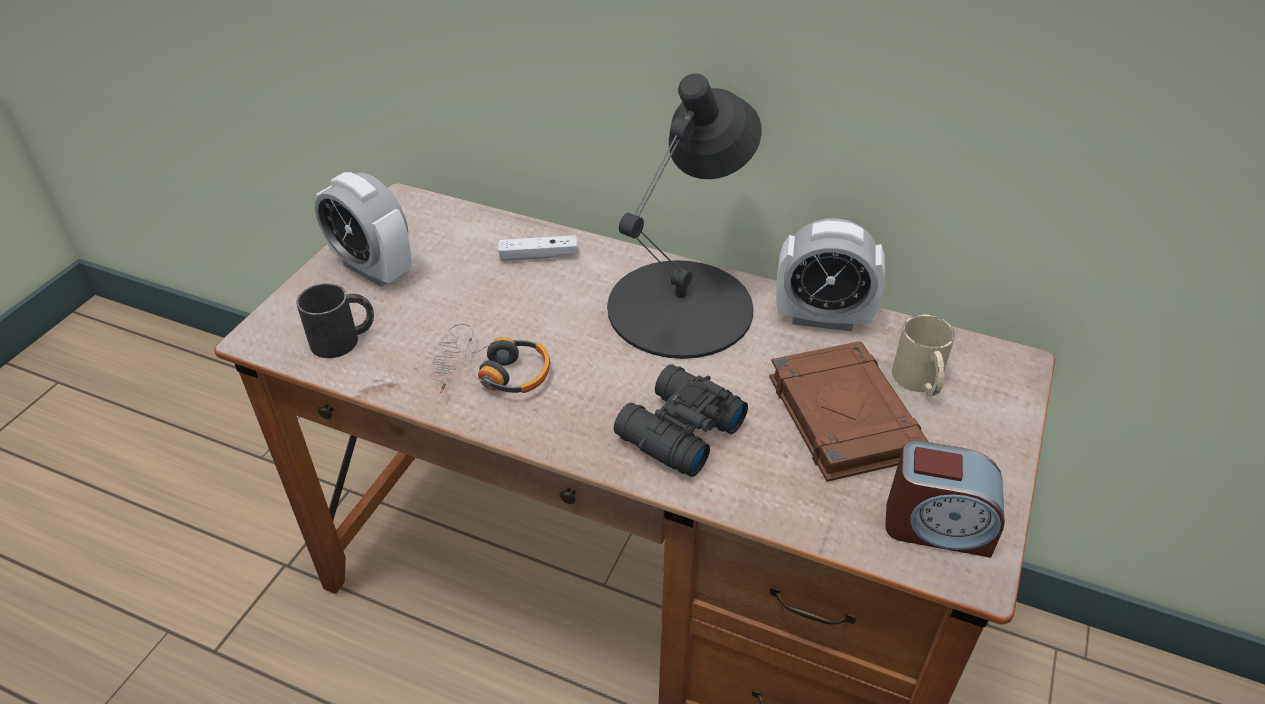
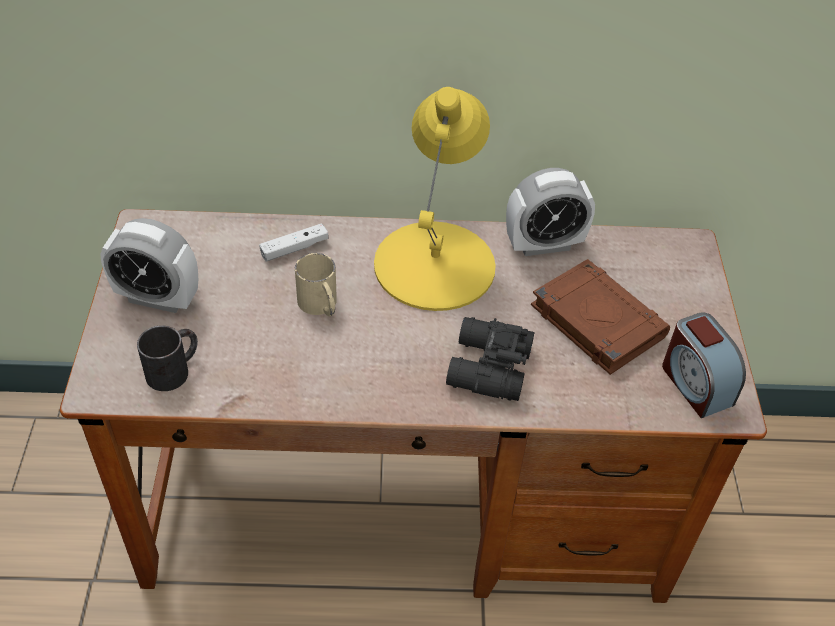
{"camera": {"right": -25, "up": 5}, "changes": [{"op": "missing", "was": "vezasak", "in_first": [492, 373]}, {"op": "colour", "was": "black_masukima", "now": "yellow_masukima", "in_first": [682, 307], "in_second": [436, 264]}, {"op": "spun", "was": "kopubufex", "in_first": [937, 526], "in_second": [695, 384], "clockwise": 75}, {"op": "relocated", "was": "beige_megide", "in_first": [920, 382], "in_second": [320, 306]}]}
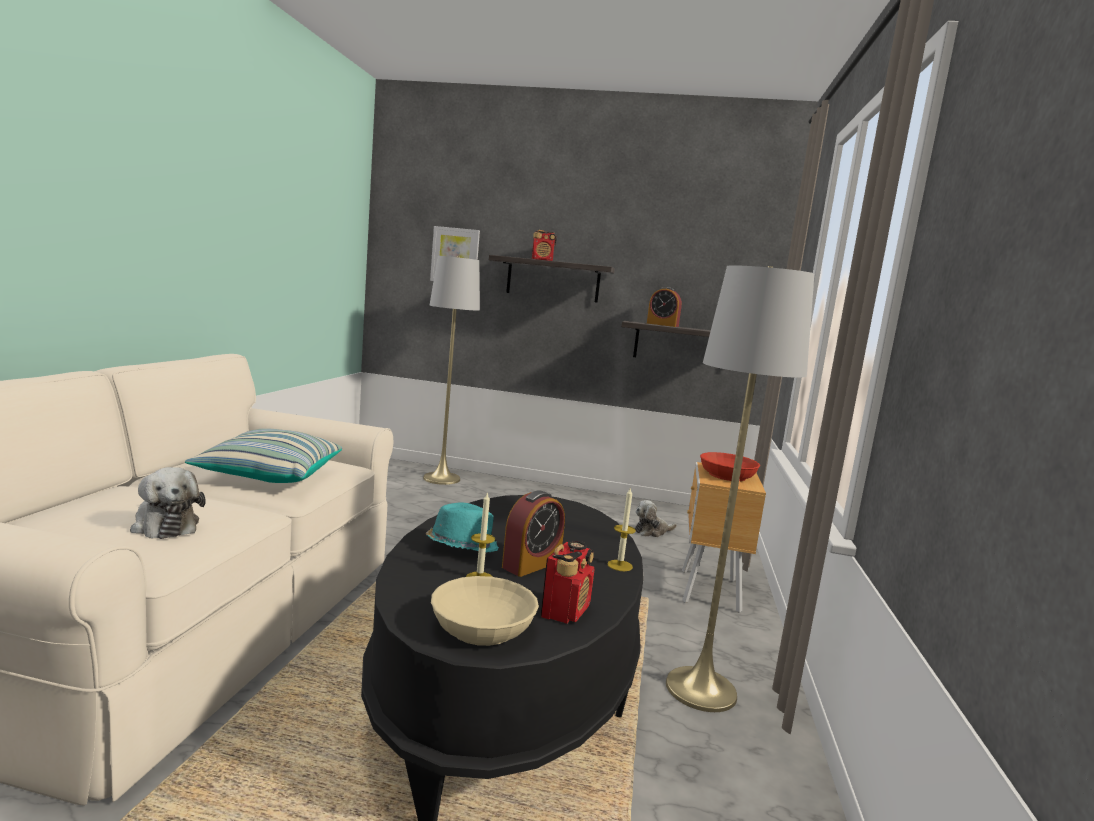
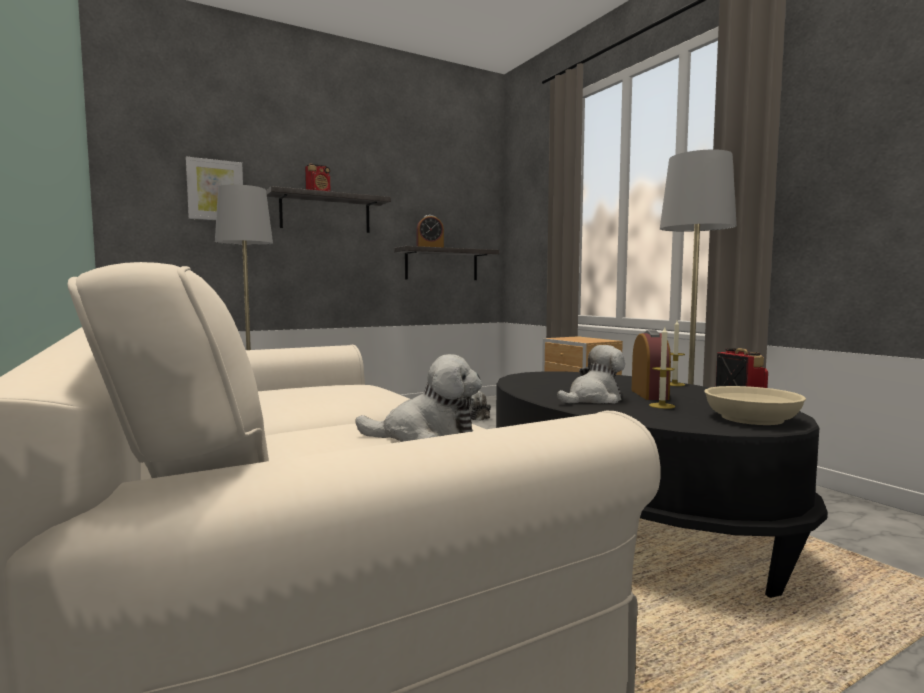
{"camera": {"right": -40, "up": -5}, "changes": [{"op": "missing", "was": "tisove", "in_first": [269, 476]}, {"op": "exchanged", "was": "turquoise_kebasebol", "now": "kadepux", "in_first": [461, 547], "in_second": [593, 399]}, {"op": "missing", "was": "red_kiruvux", "in_first": [727, 475]}]}
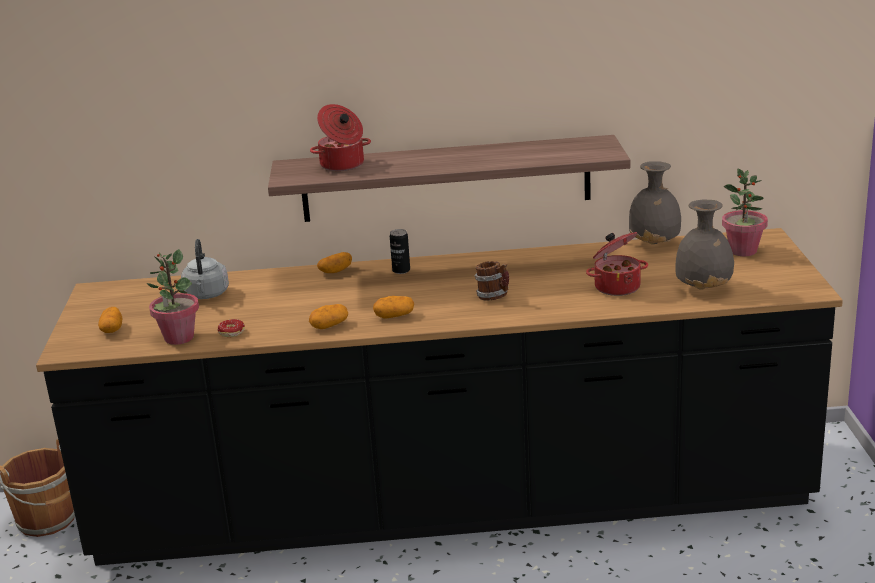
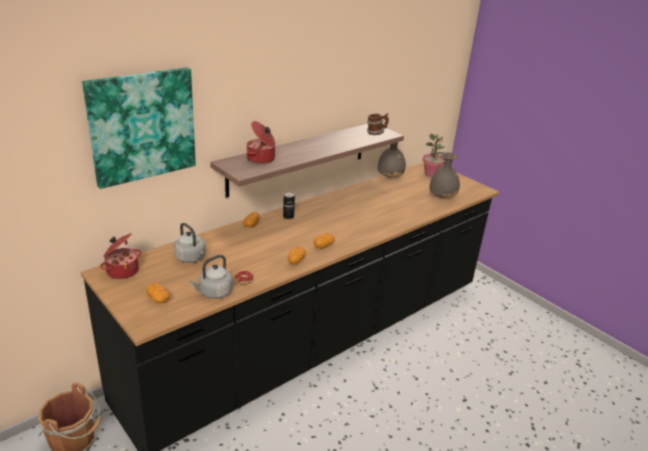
{"camera": {"right": -40, "up": 5}, "changes": [{"op": "exchanged", "was": "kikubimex", "now": "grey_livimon", "in_first": [178, 338], "in_second": [214, 293]}, {"op": "relocated", "was": "megide", "in_first": [494, 297], "in_second": [376, 133]}, {"op": "relocated", "was": "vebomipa", "in_first": [616, 286], "in_second": [122, 270]}, {"op": "appeared", "now": "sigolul", "in_second": [142, 126]}]}
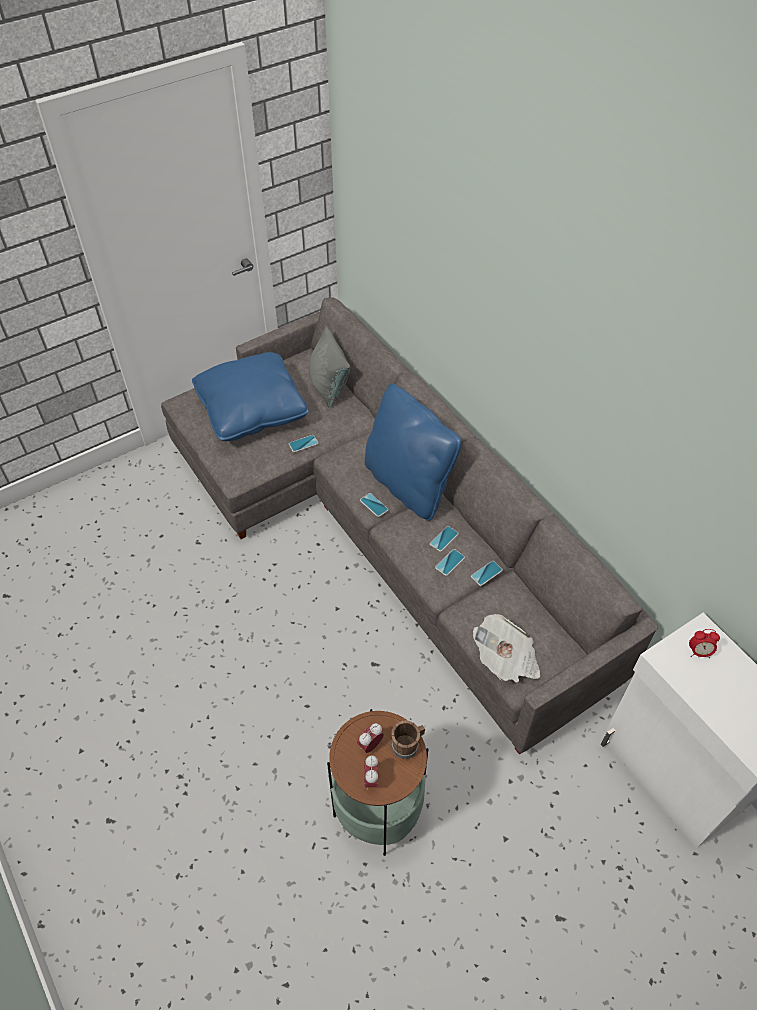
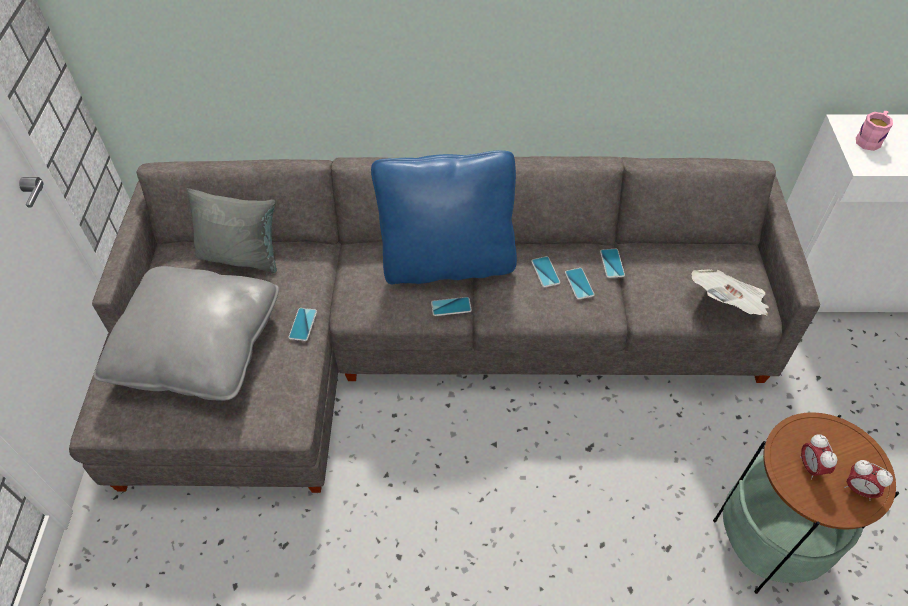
{"camera": {"right": -55, "up": 0}, "changes": [{"op": "colour", "was": "blue_tisove", "now": "grey_tisove", "in_first": [251, 409], "in_second": [198, 348]}, {"op": "missing", "was": "brown_megide", "in_first": [408, 744]}, {"op": "exchanged", "was": "kopubufex", "now": "pink_megide", "in_first": [699, 652], "in_second": [870, 139]}]}
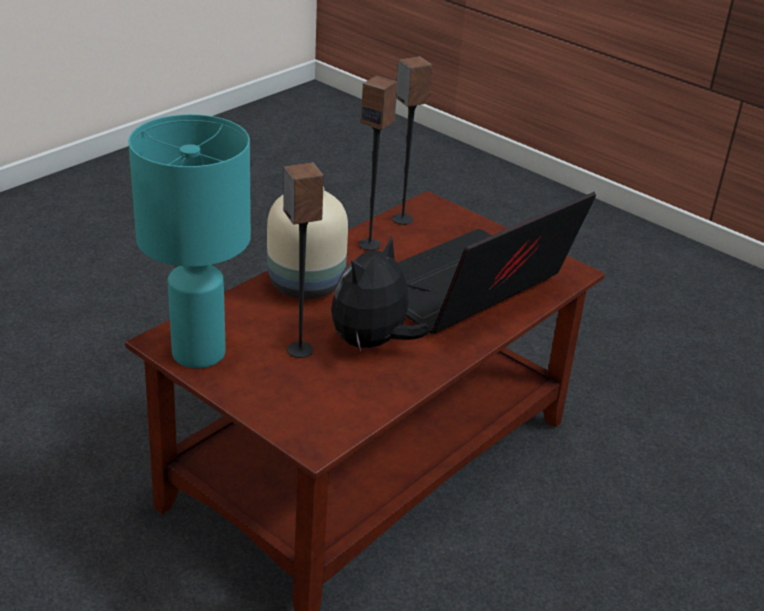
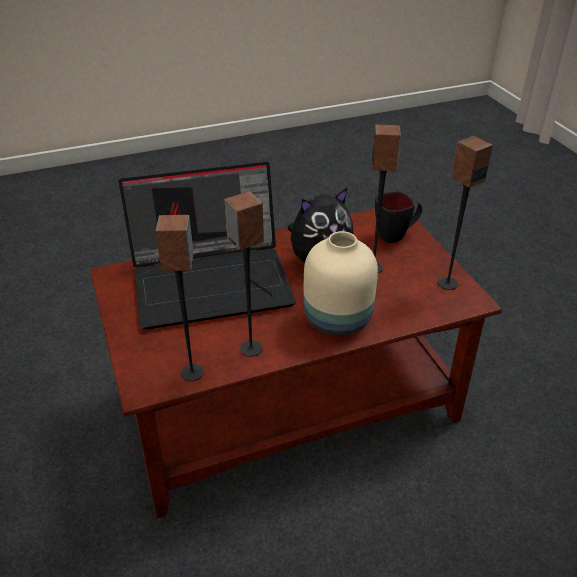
{"camera": {"right": -150, "up": 5}, "changes": [{"op": "exchanged", "was": "turquoise_masukima", "now": "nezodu", "in_first": [199, 353], "in_second": [447, 283]}, {"op": "appeared", "now": "black_megide", "in_second": [396, 235]}]}
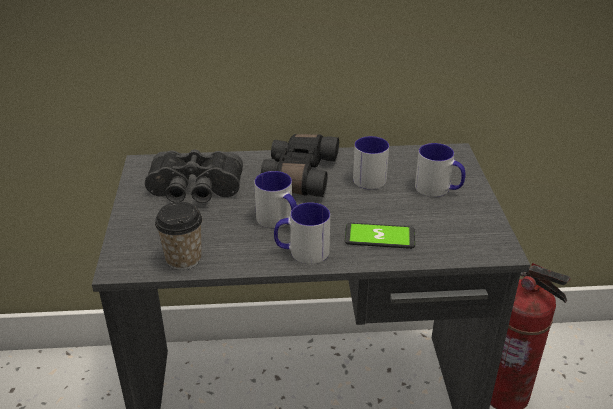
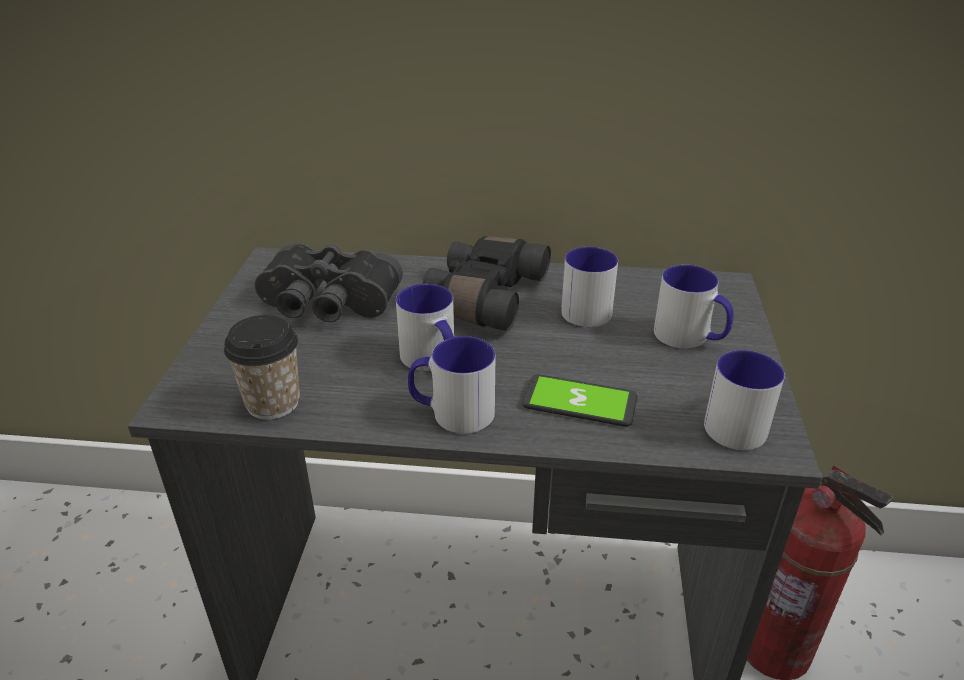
{"camera": {"right": 10, "up": 0}, "changes": [{"op": "appeared", "now": "megide", "in_second": [740, 422]}]}
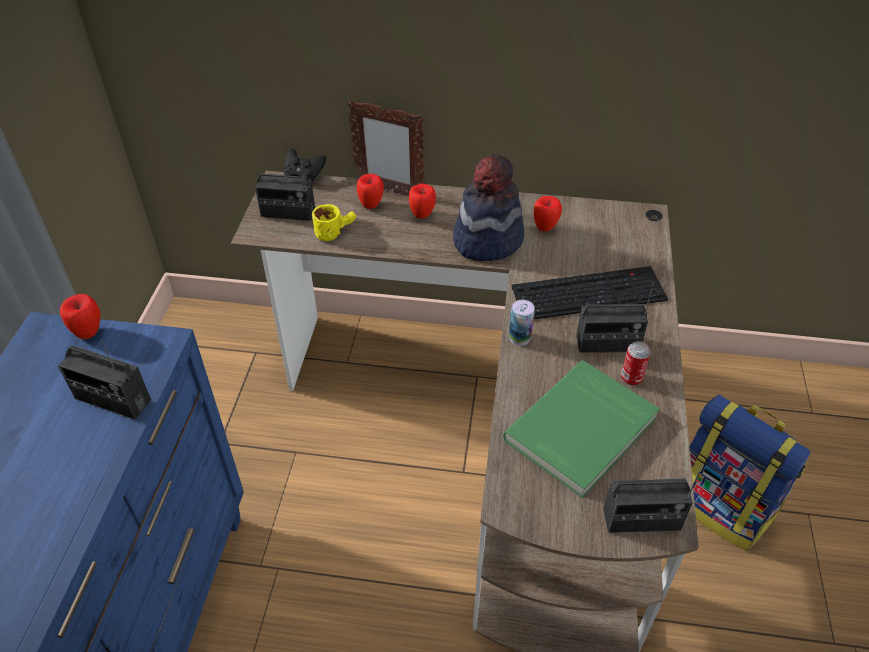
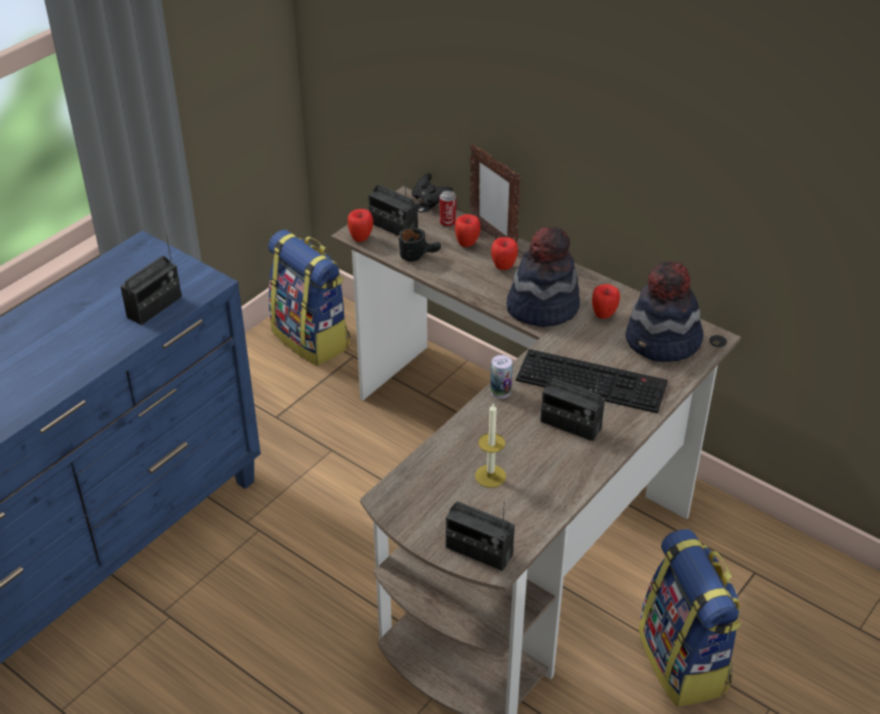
{"camera": {"right": 30, "up": -5}, "changes": [{"op": "spun", "was": "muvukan", "in_first": [112, 399], "in_second": [154, 307], "clockwise": -105}, {"op": "relocated", "was": "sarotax", "in_first": [89, 333], "in_second": [361, 239]}, {"op": "colour", "was": "yellow_megide", "now": "black_megide", "in_first": [335, 231], "in_second": [419, 255]}, {"op": "exchanged", "was": "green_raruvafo", "now": "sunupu", "in_first": [583, 430], "in_second": [490, 476]}, {"op": "relocated", "was": "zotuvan", "in_first": [631, 378], "in_second": [447, 223]}, {"op": "appeared", "now": "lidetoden", "in_second": [312, 339]}, {"op": "appeared", "now": "kebasebol", "in_second": [662, 342]}]}
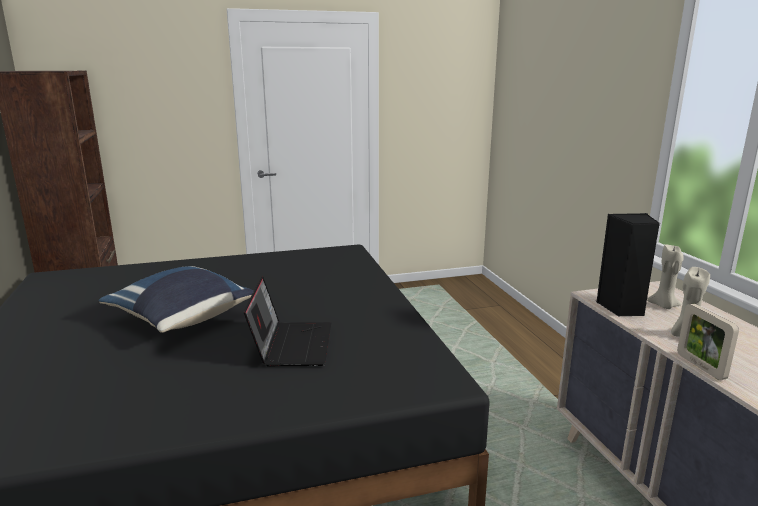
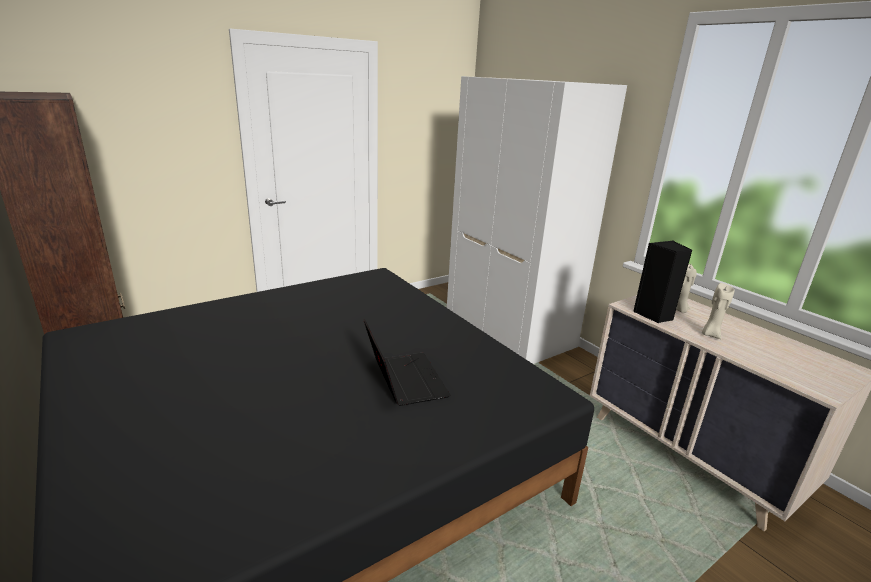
{"camera": {"right": -20, "up": 5}, "changes": [{"op": "missing", "was": "blue_tisove", "in_first": [183, 319]}, {"op": "missing", "was": "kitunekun", "in_first": [700, 366]}, {"op": "appeared", "now": "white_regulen", "in_second": [510, 330]}]}
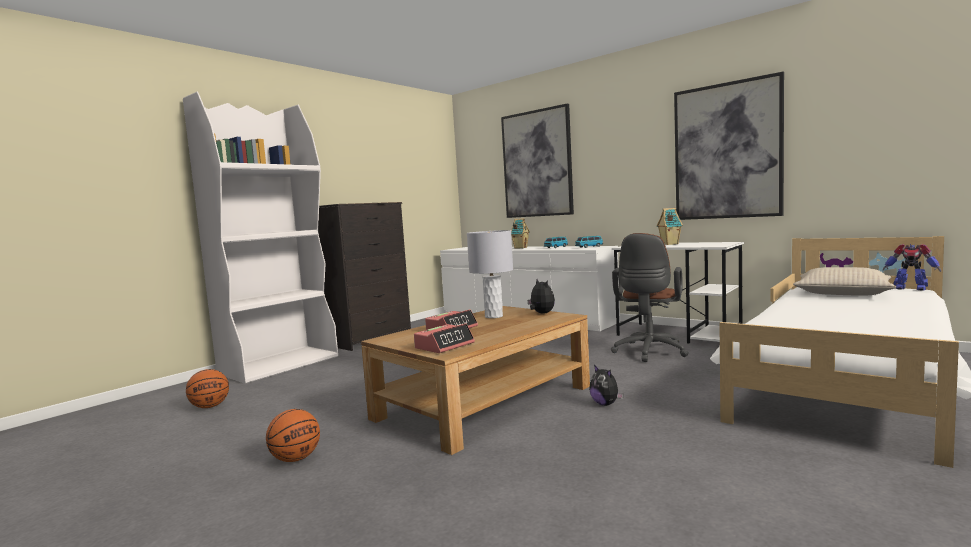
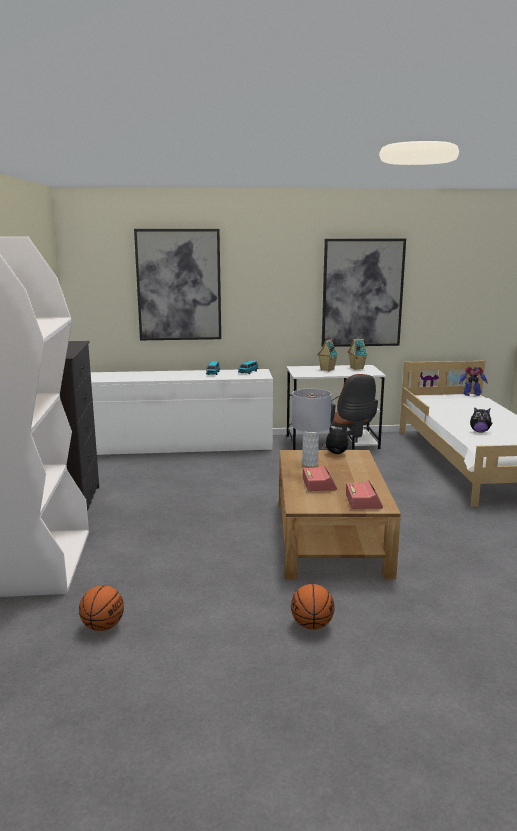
{"camera": {"right": -45, "up": 10}, "changes": [{"op": "relocated", "was": "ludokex", "in_first": [520, 248], "in_second": [356, 368]}, {"op": "relocated", "was": "kadepux", "in_first": [605, 404], "in_second": [479, 431]}, {"op": "missing", "was": "beige_tisove", "in_first": [842, 293]}]}
